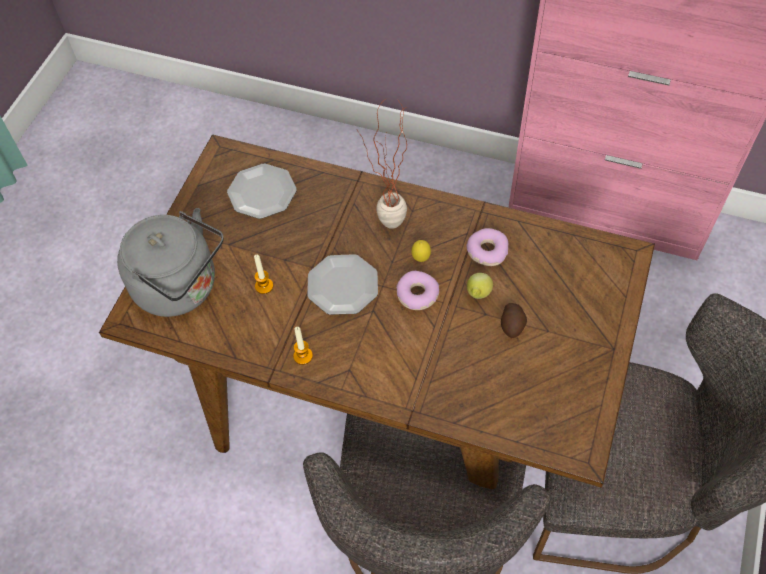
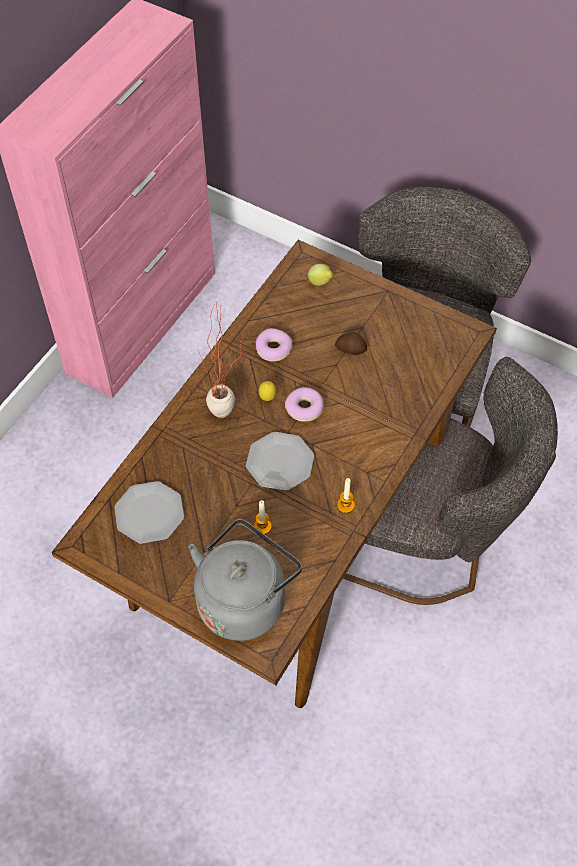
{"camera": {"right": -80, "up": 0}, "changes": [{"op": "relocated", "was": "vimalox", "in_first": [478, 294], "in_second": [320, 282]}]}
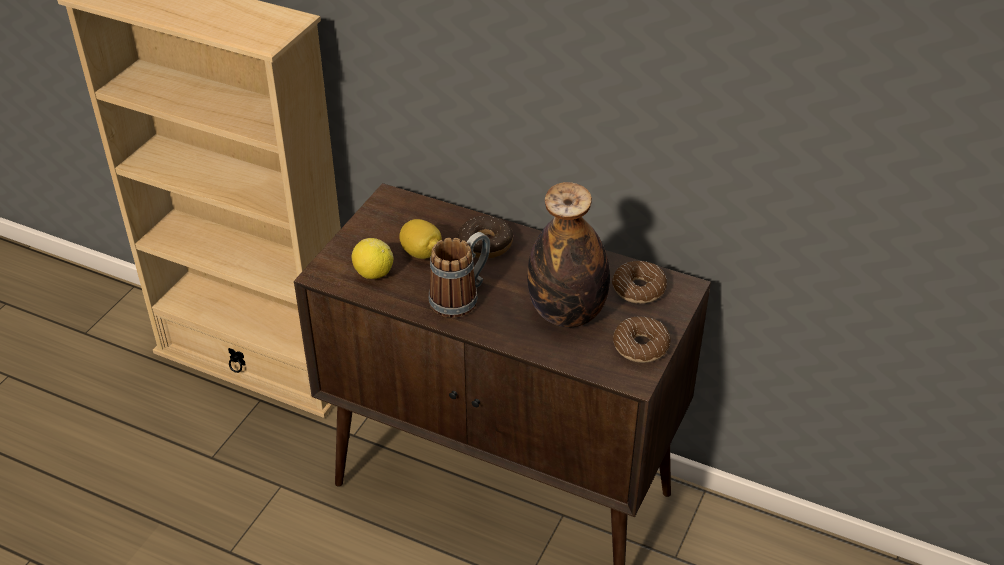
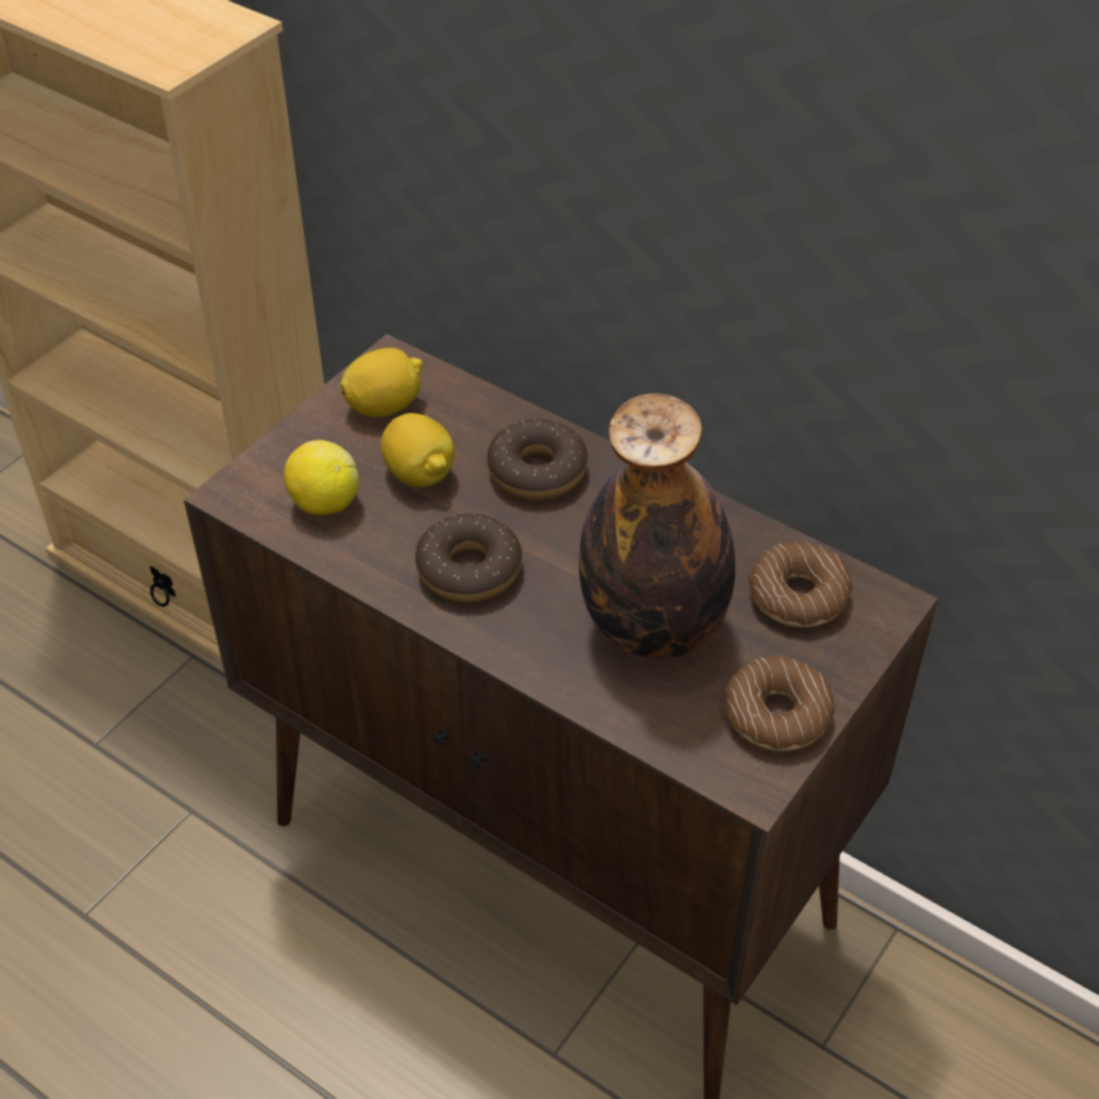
{"camera": {"right": 10, "up": 5}, "changes": [{"op": "exchanged", "was": "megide", "now": "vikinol", "in_first": [462, 297], "in_second": [469, 569]}, {"op": "appeared", "now": "vimalox", "in_second": [385, 406]}]}
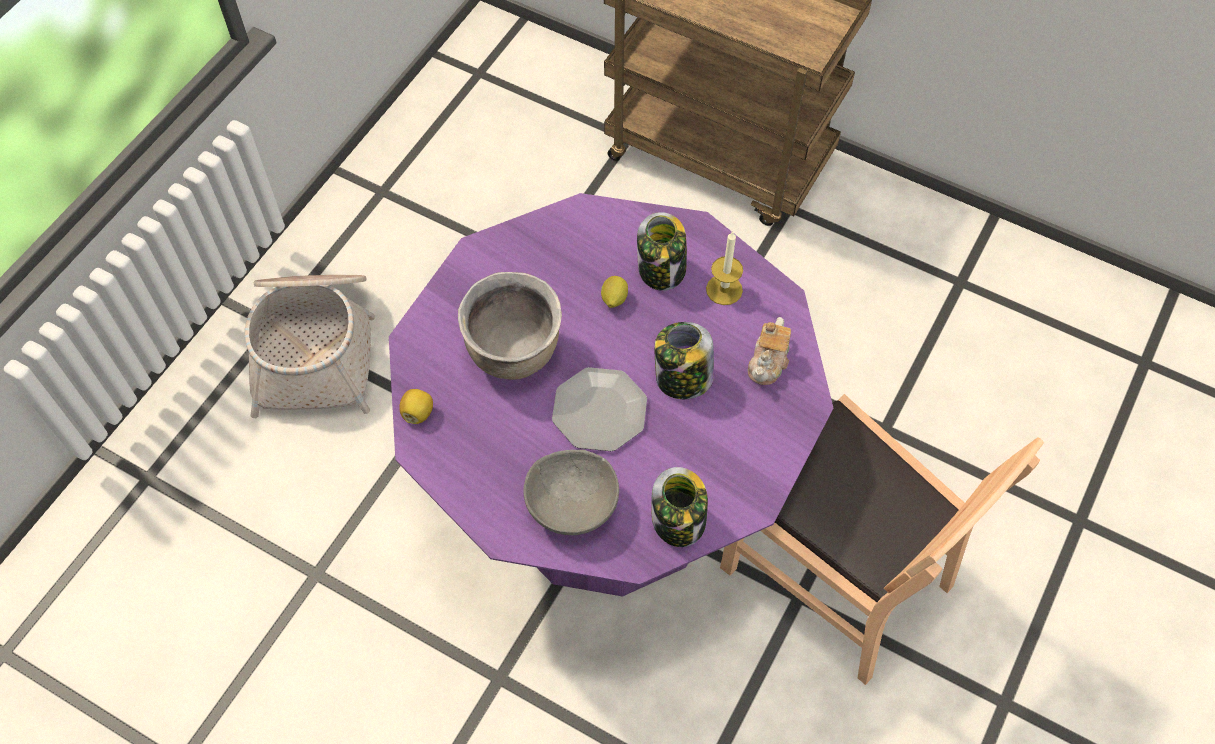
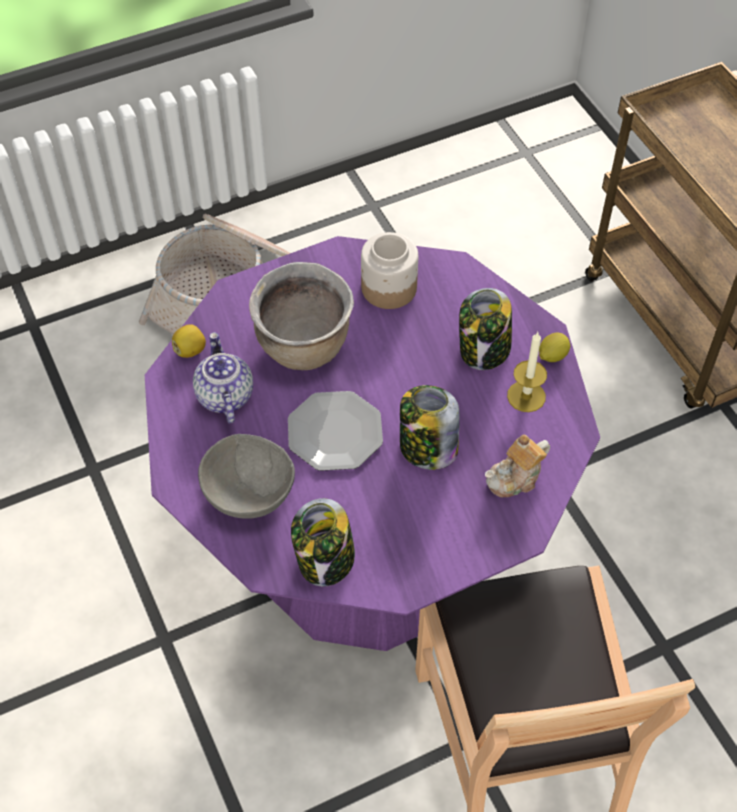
{"camera": {"right": 35, "up": -5}, "changes": [{"op": "relocated", "was": "vimalox", "in_first": [614, 299], "in_second": [552, 356]}, {"op": "appeared", "now": "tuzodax", "in_second": [224, 396]}, {"op": "appeared", "now": "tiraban", "in_second": [388, 288]}]}
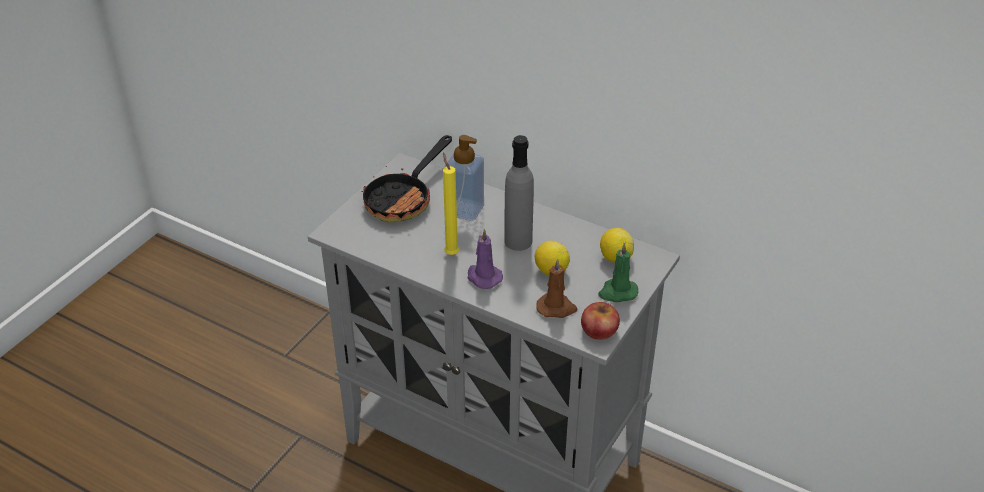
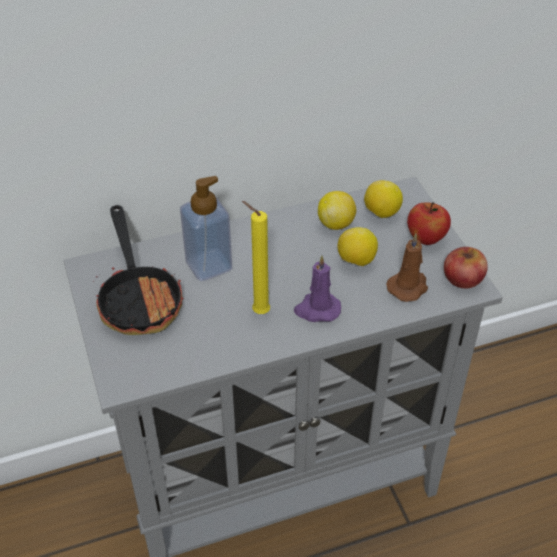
{"camera": {"right": -50, "up": 5}, "changes": [{"op": "missing", "was": "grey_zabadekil", "in_first": [518, 241]}, {"op": "exchanged", "was": "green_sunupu", "now": "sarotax", "in_first": [617, 292], "in_second": [426, 238]}, {"op": "appeared", "now": "vimalox", "in_second": [336, 223]}]}
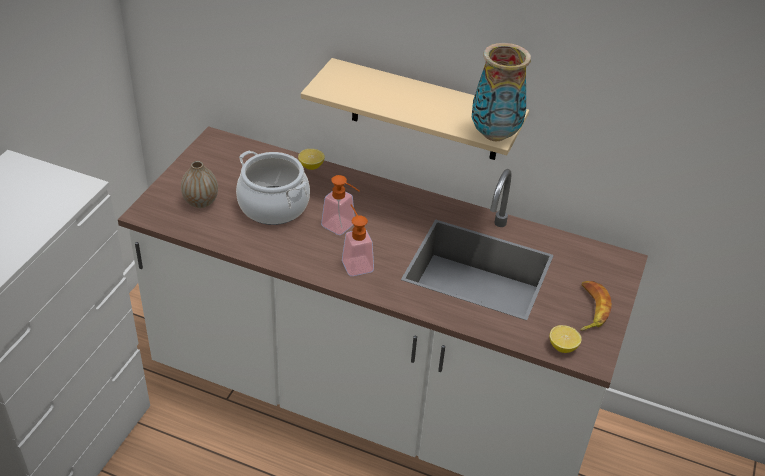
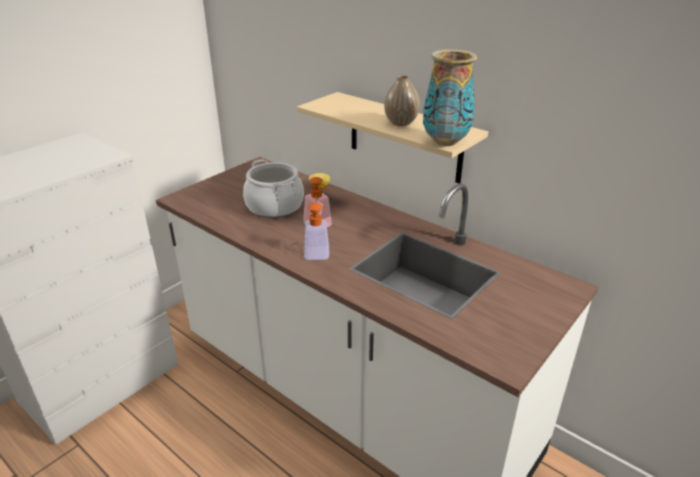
{"camera": {"right": 20, "up": -10}, "changes": [{"op": "relocated", "was": "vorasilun", "in_first": [201, 202], "in_second": [401, 123]}, {"op": "missing", "was": "vimalox", "in_first": [562, 346]}, {"op": "missing", "was": "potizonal", "in_first": [590, 309]}]}
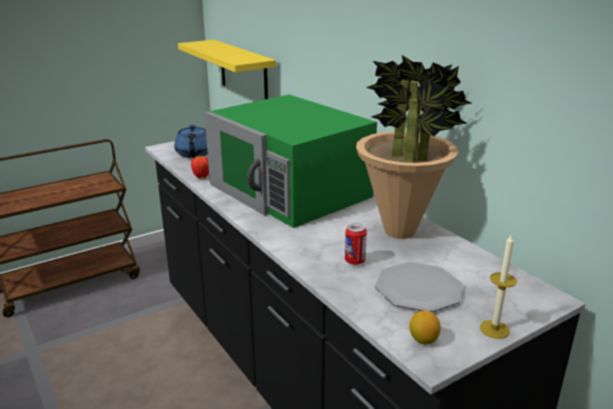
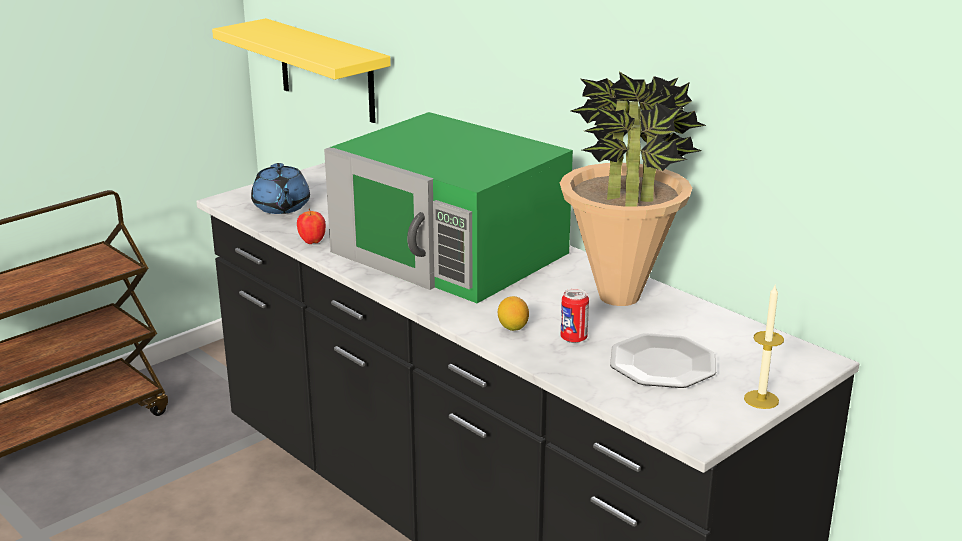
{"camera": {"right": -10, "up": 0}, "changes": [{"op": "relocated", "was": "vimalox", "in_first": [423, 340], "in_second": [513, 327]}]}
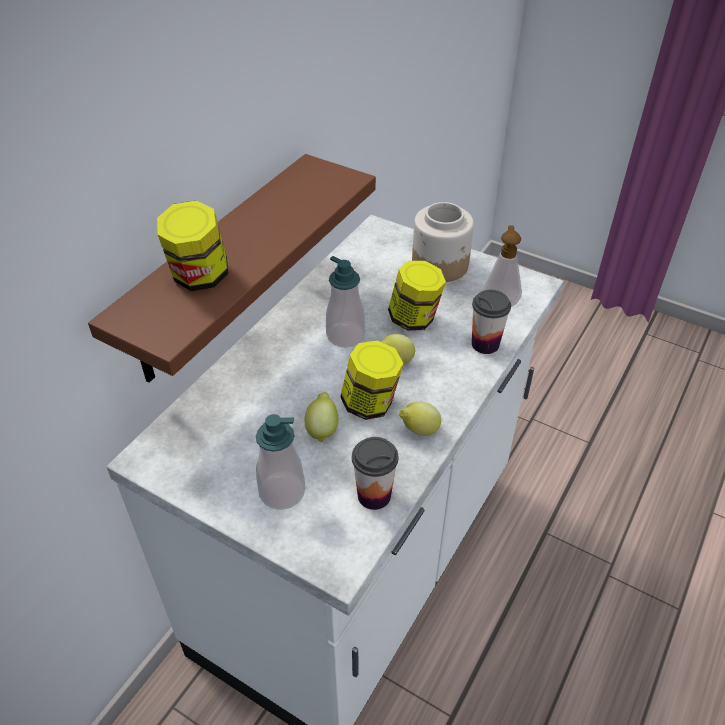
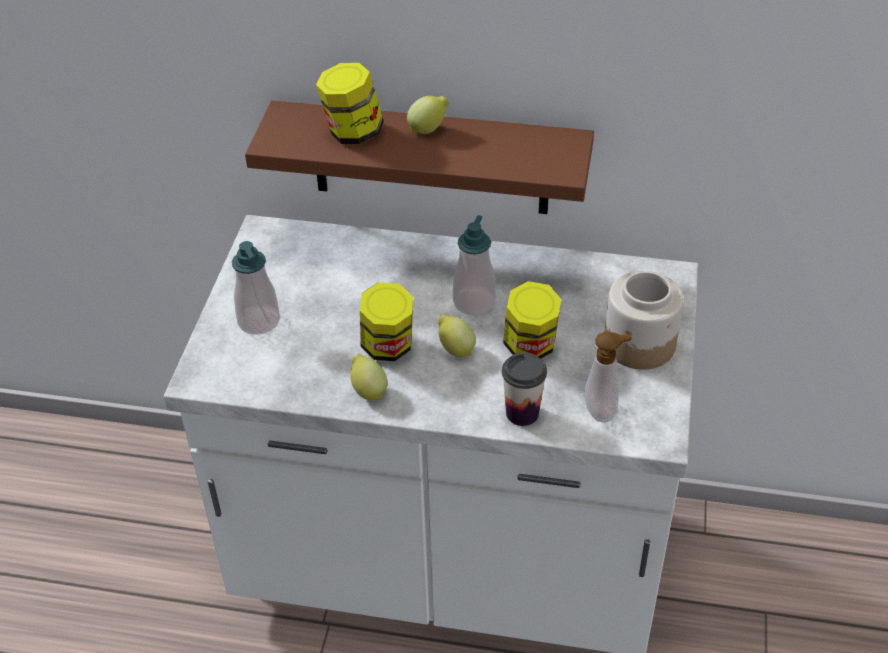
{"camera": {"right": 70, "up": 0}, "changes": [{"op": "relocated", "was": "vimalox", "in_first": [322, 429], "in_second": [428, 129]}, {"op": "missing", "was": "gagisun", "in_first": [374, 495]}]}
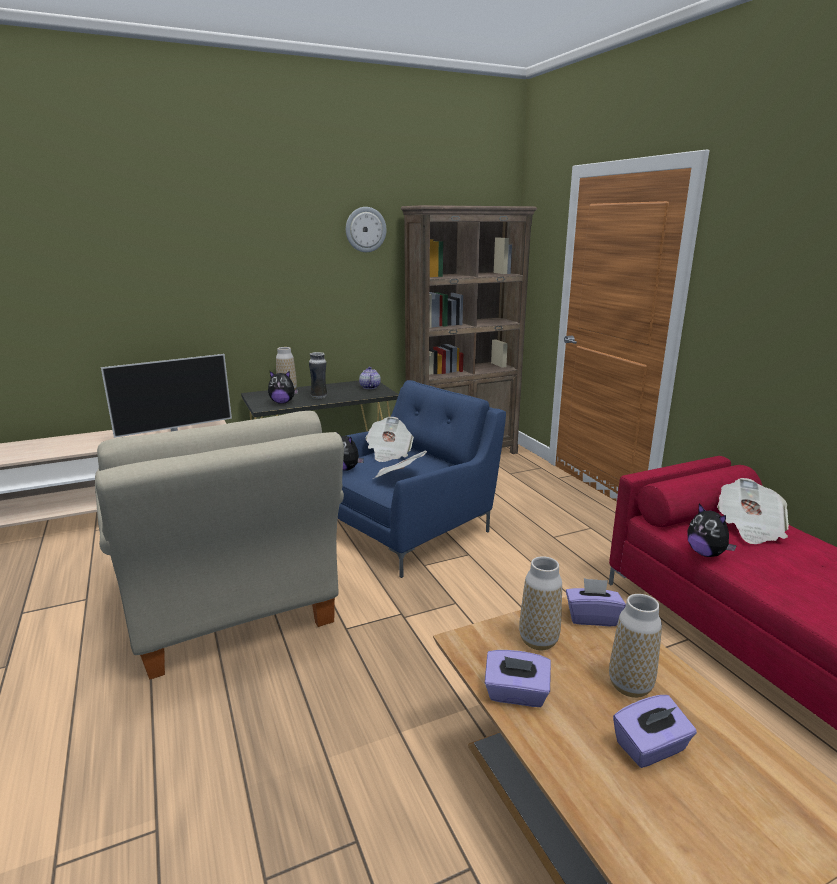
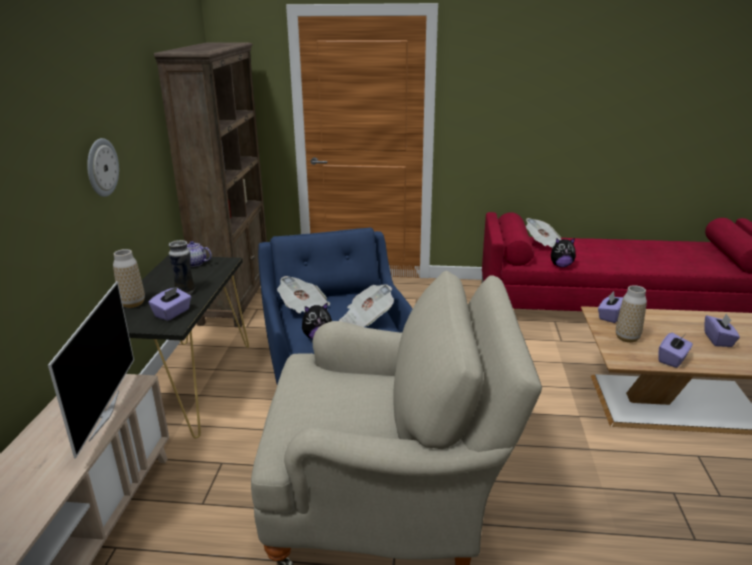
{"camera": {"right": -60, "up": 5}, "changes": [{"op": "exchanged", "was": "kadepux", "now": "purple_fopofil", "in_first": [282, 402], "in_second": [172, 313]}, {"op": "relocated", "was": "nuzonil", "in_first": [365, 229], "in_second": [101, 167]}, {"op": "missing", "was": "vorasilun", "in_first": [630, 686]}]}
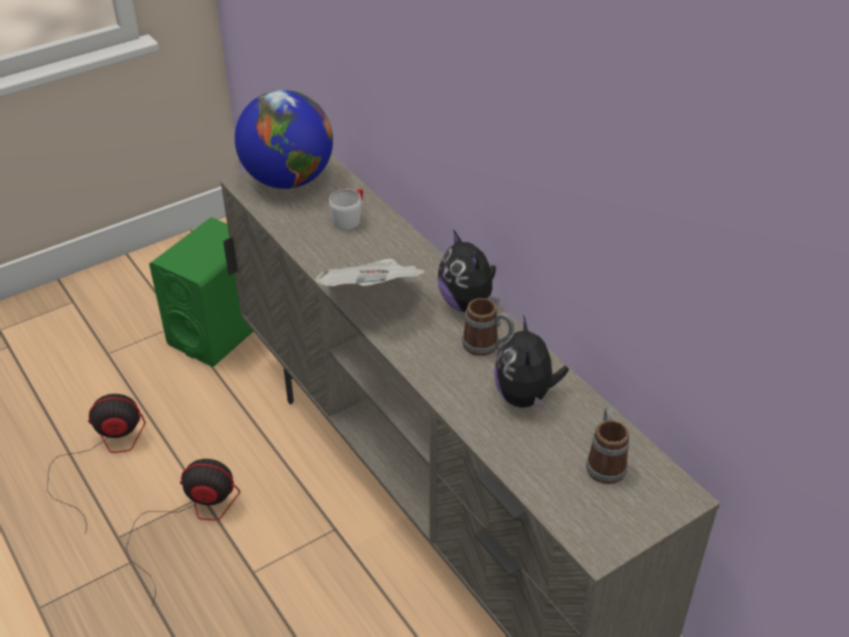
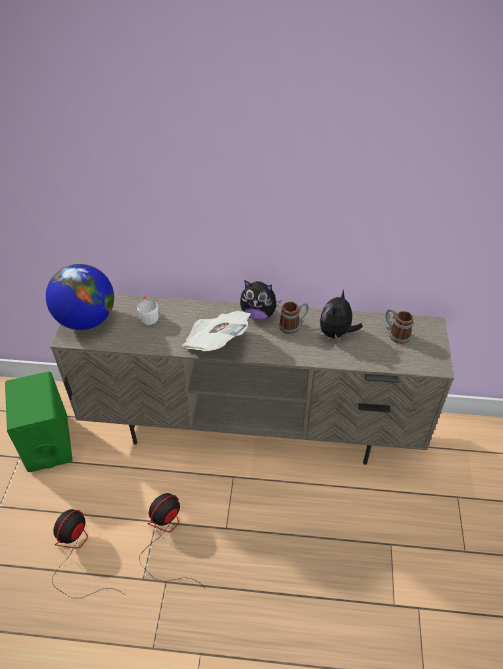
{"camera": {"right": -50, "up": 5}, "changes": [{"op": "spun", "was": "kadepux", "in_first": [525, 397], "in_second": [336, 333], "clockwise": 75}]}
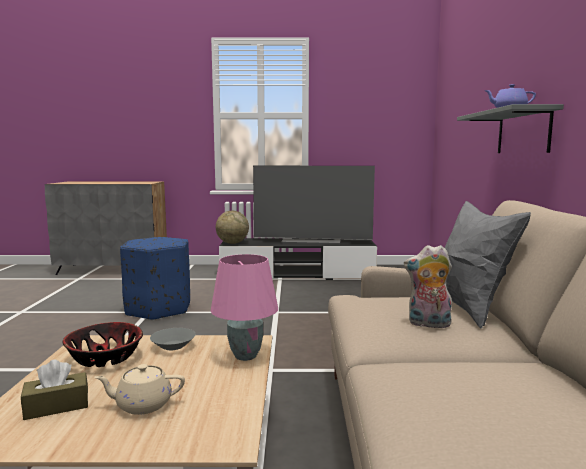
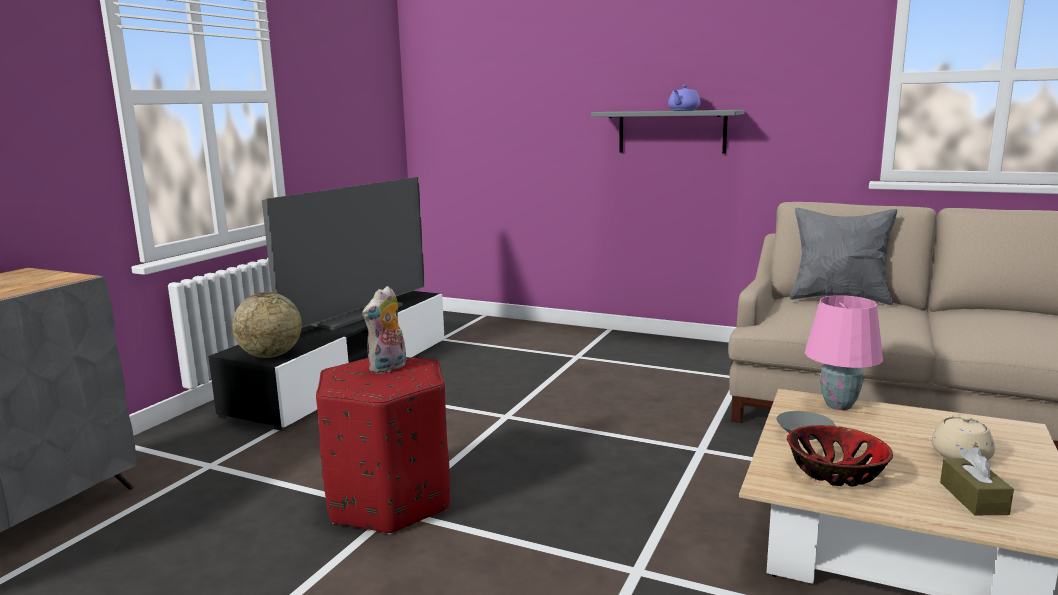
{"camera": {"right": -65, "up": 5}, "changes": [{"op": "colour", "was": "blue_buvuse", "now": "red_buvuse", "in_first": [159, 309], "in_second": [390, 500]}, {"op": "relocated", "was": "kadepux", "in_first": [428, 324], "in_second": [388, 368]}]}
